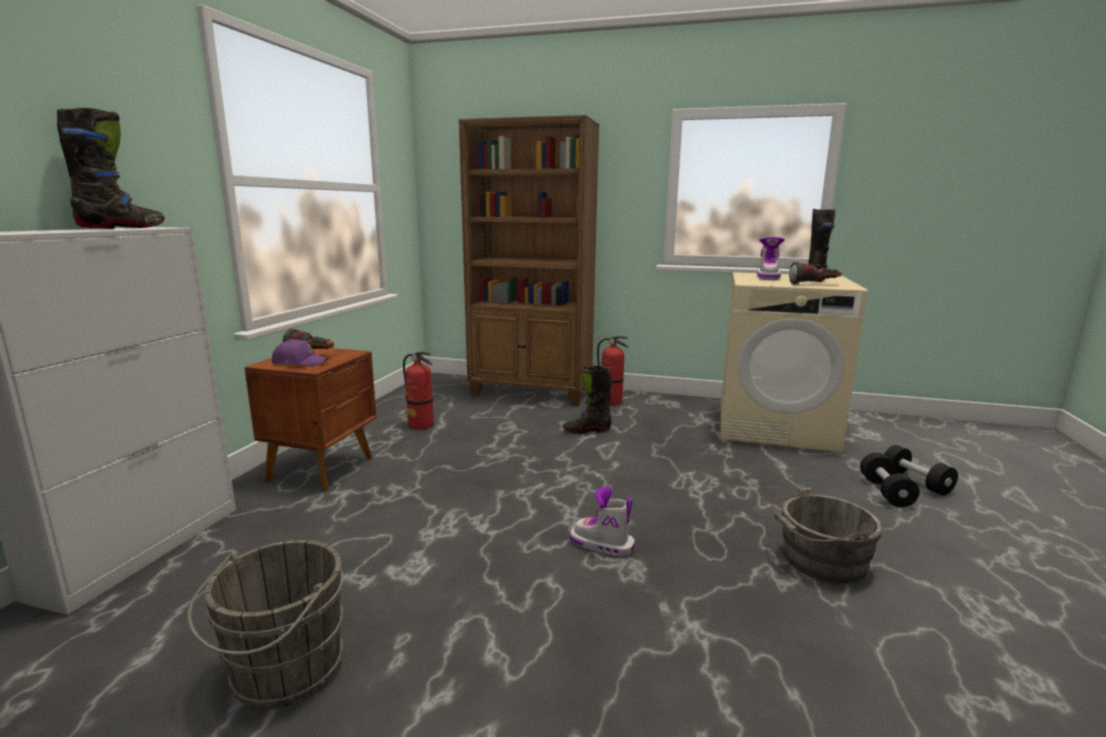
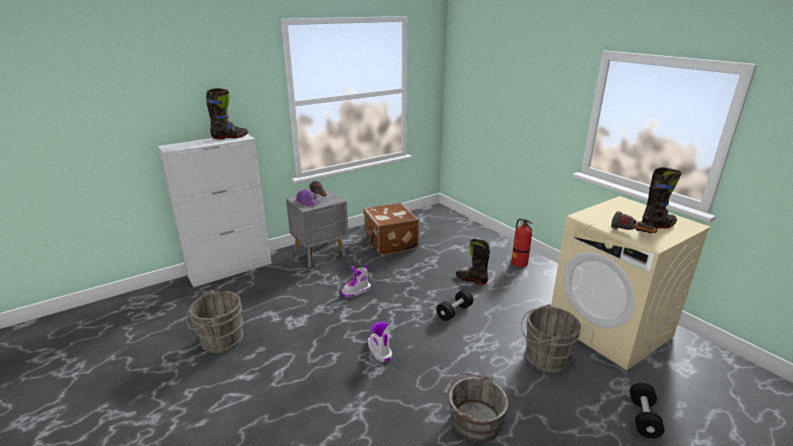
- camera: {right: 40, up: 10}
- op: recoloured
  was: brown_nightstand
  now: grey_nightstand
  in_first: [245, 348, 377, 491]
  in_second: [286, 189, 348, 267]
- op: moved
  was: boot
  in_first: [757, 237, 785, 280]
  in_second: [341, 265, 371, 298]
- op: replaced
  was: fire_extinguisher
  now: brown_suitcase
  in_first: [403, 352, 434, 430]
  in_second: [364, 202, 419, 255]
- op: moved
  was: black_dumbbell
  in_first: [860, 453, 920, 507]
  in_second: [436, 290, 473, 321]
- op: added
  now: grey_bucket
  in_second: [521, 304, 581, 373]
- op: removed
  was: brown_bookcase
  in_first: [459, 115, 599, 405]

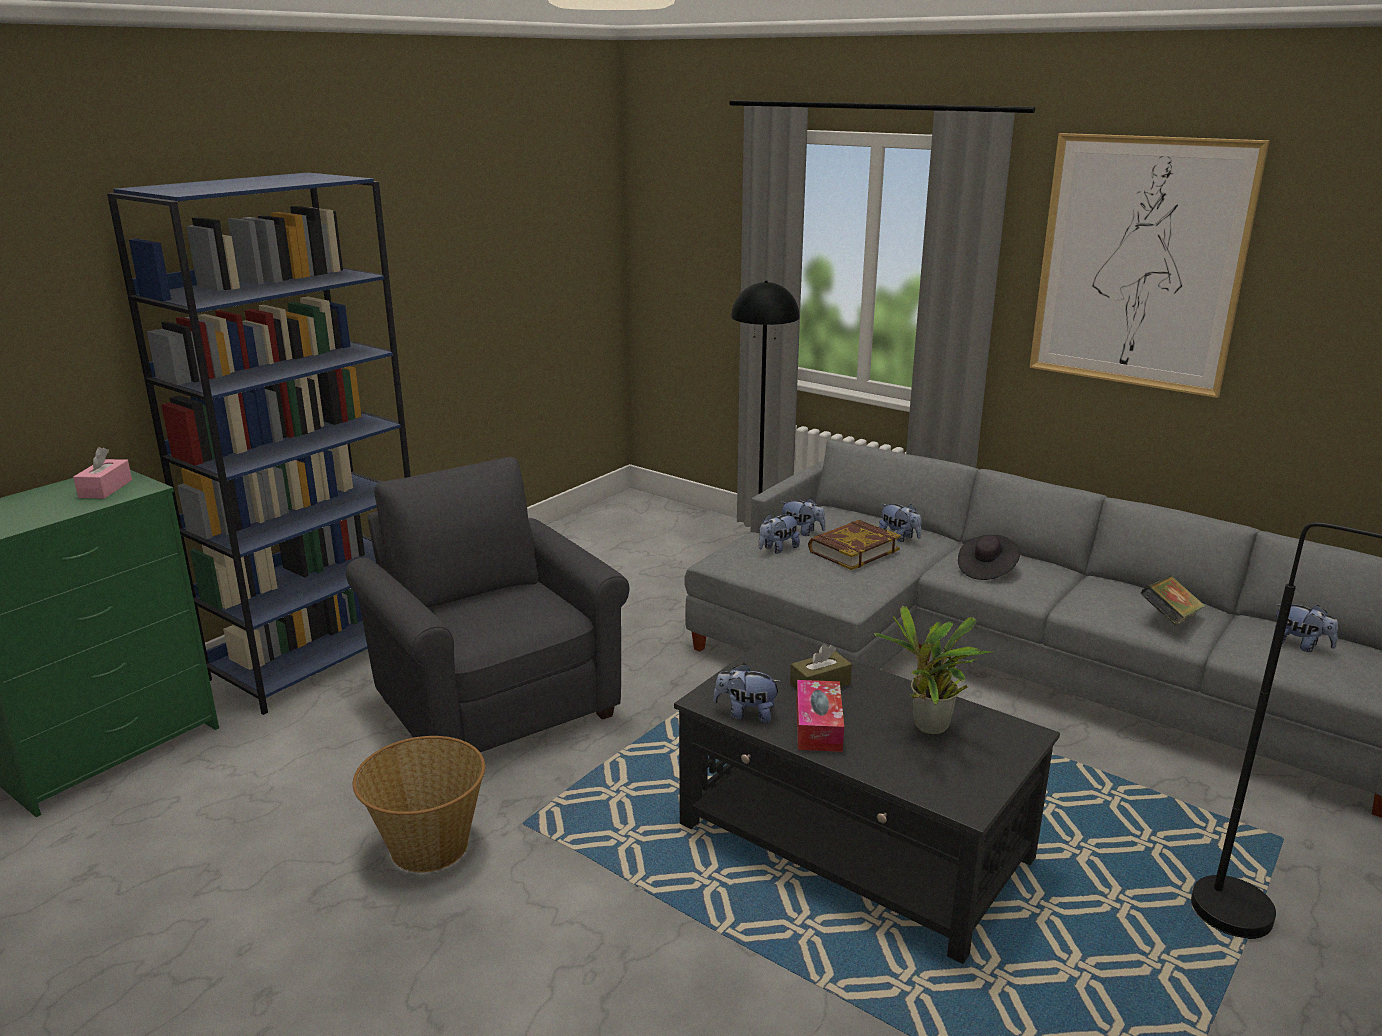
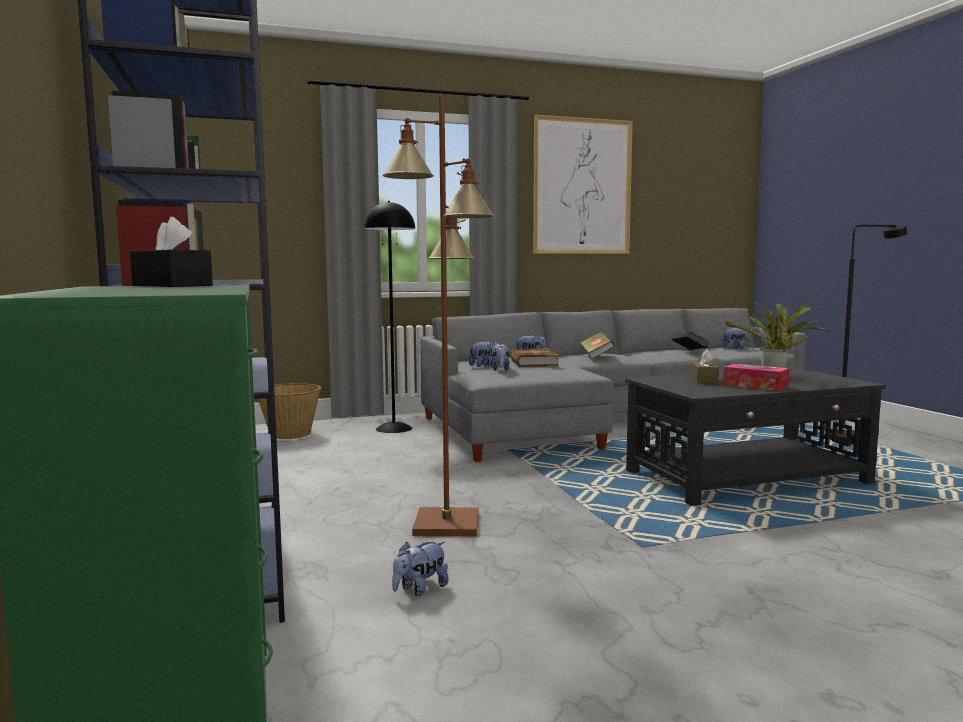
- camera: {right: -55, up: -15}
- op: recoloured
  was: pink_tissue_box
  now: black_tissue_box
  in_first: [73, 447, 132, 499]
  in_second: [130, 217, 213, 287]
- op: moved
  was: basket
  in_first: [353, 736, 485, 873]
  in_second: [258, 383, 321, 439]
- op: replaced
  was: grey_armchair
  now: brown_floor_lamp
  in_first: [346, 457, 629, 752]
  in_second: [383, 95, 494, 536]
- op: moved
  was: plush_toy
  in_first: [713, 663, 782, 723]
  in_second: [392, 541, 449, 596]
- op: replaced
  was: black_hat
  now: book
  in_first: [958, 535, 1020, 580]
  in_second: [580, 332, 614, 359]

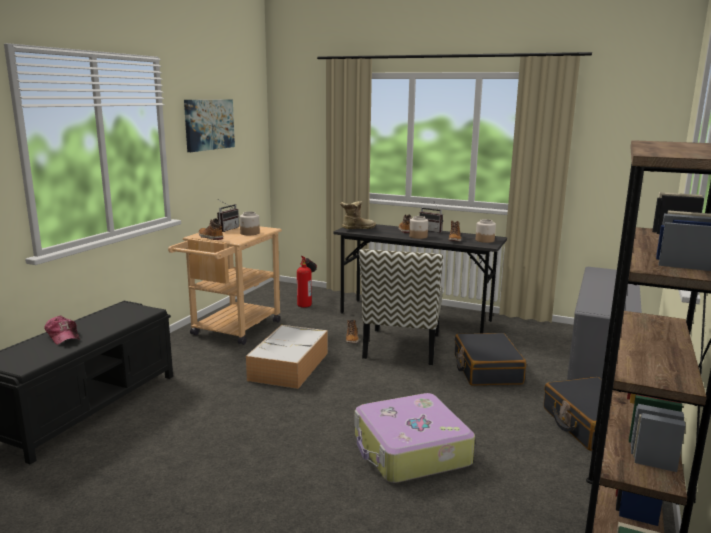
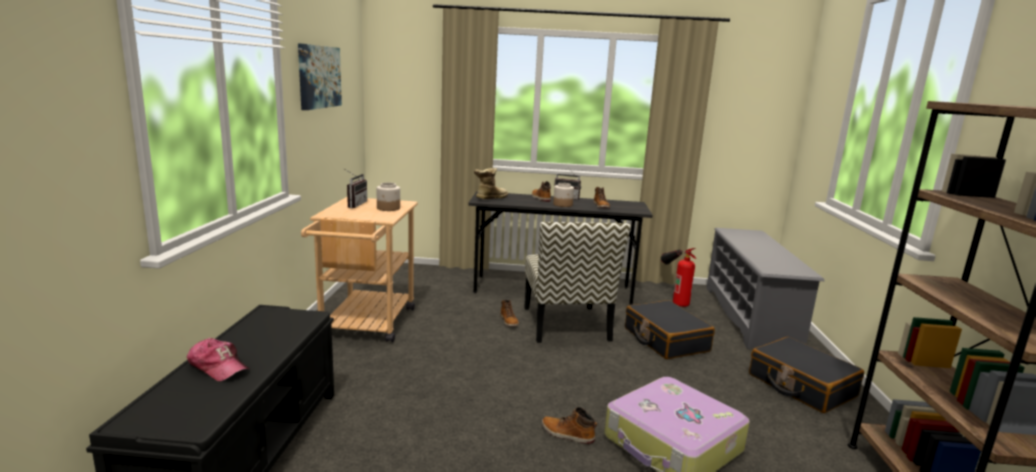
- camera: {right: -20, up: 0}
- op: moved
  was: boot
  in_first: [199, 218, 223, 240]
  in_second: [542, 407, 597, 444]
- op: moved
  was: fire_extinguisher
  in_first: [297, 256, 317, 308]
  in_second: [661, 248, 696, 307]
- op: removed
  was: storage_box
  in_first: [246, 325, 328, 389]
- op: removed
  was: jar
  in_first: [476, 219, 496, 243]

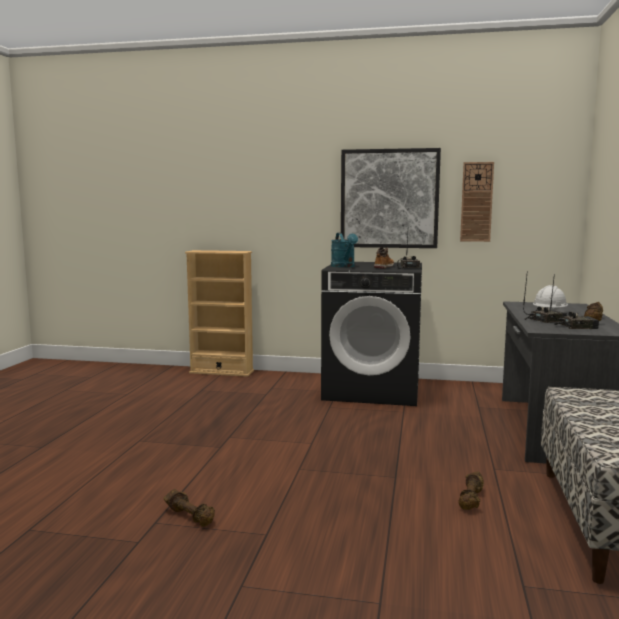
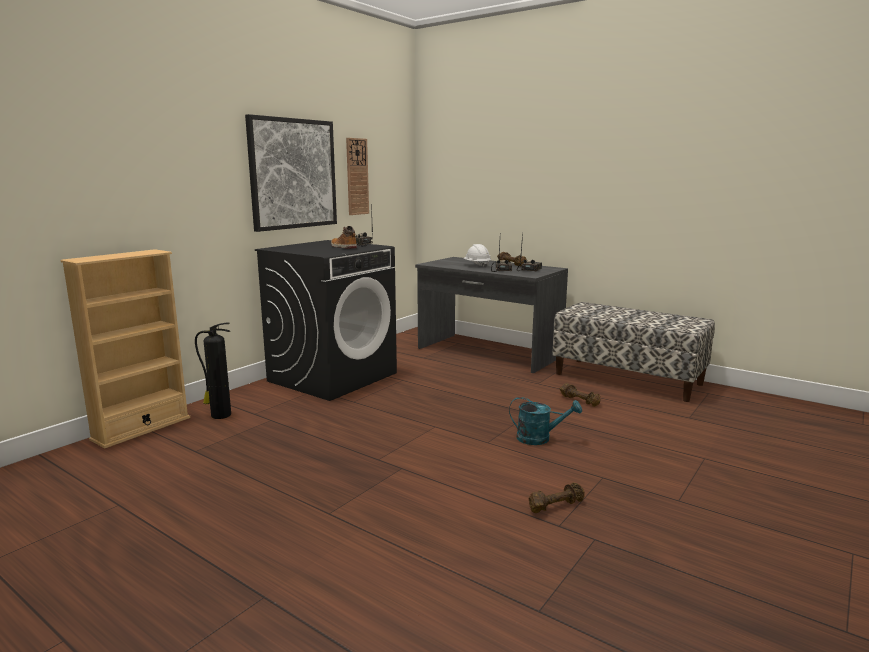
- camera: {right: -65, up: 5}
- op: added
  now: fire_extinguisher
  in_second: [195, 323, 231, 419]
- op: moved
  was: turquoise_watering_can
  in_first: [331, 233, 358, 267]
  in_second: [509, 397, 582, 445]

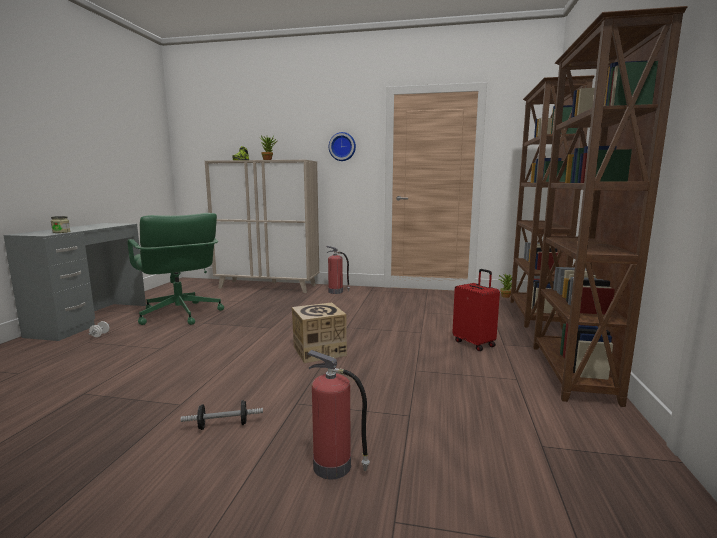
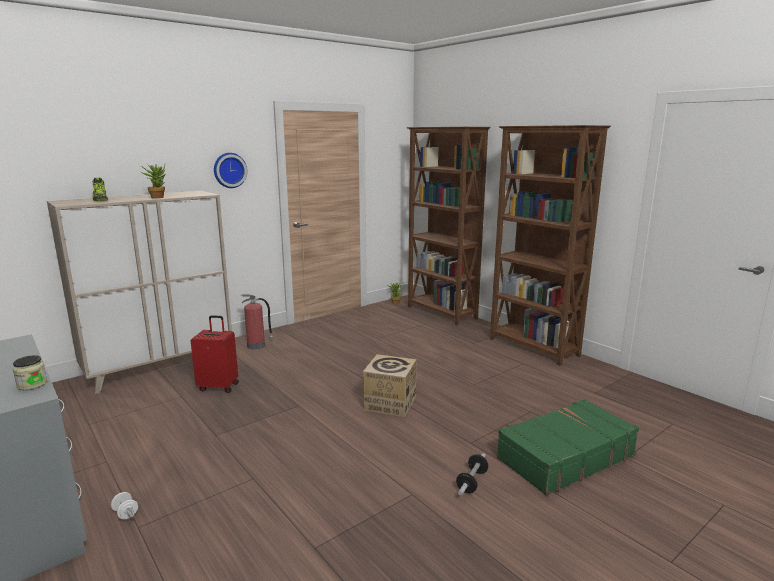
- camera: {right: -50, up: 5}
- op: moved
  was: red_suitcase
  in_first: [452, 269, 500, 351]
  in_second: [191, 315, 239, 393]
- op: replaced
  was: fire_extinguisher
  now: green_suitcase
  in_first: [307, 350, 370, 479]
  in_second: [497, 399, 639, 496]
- op: removed
  was: green_office_chair
  in_first: [127, 213, 224, 325]

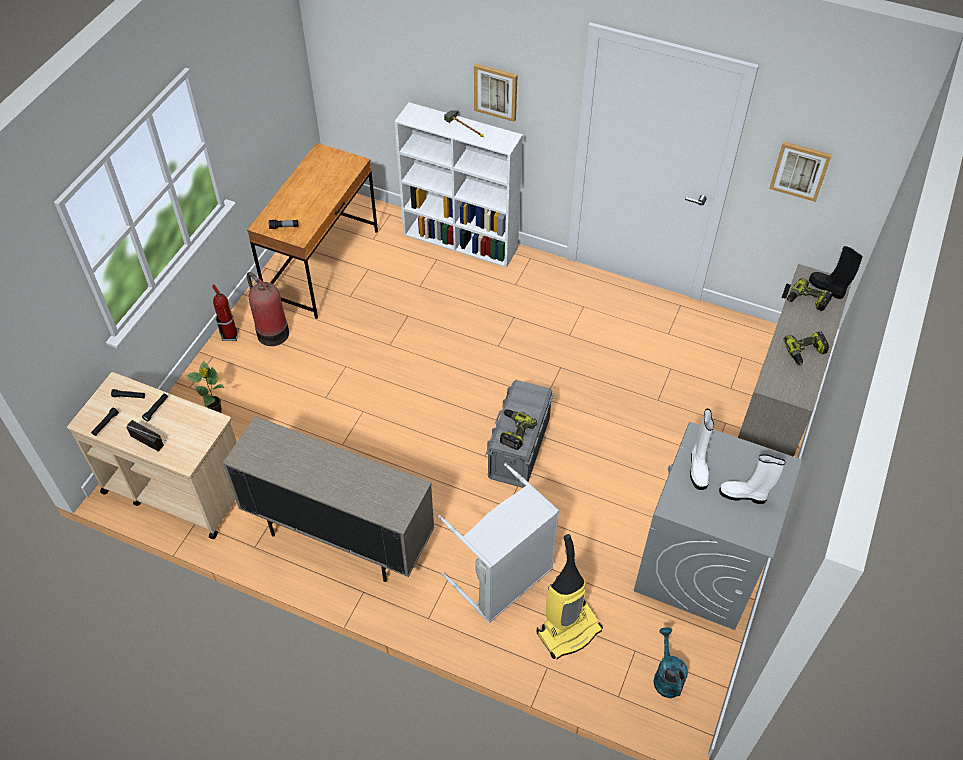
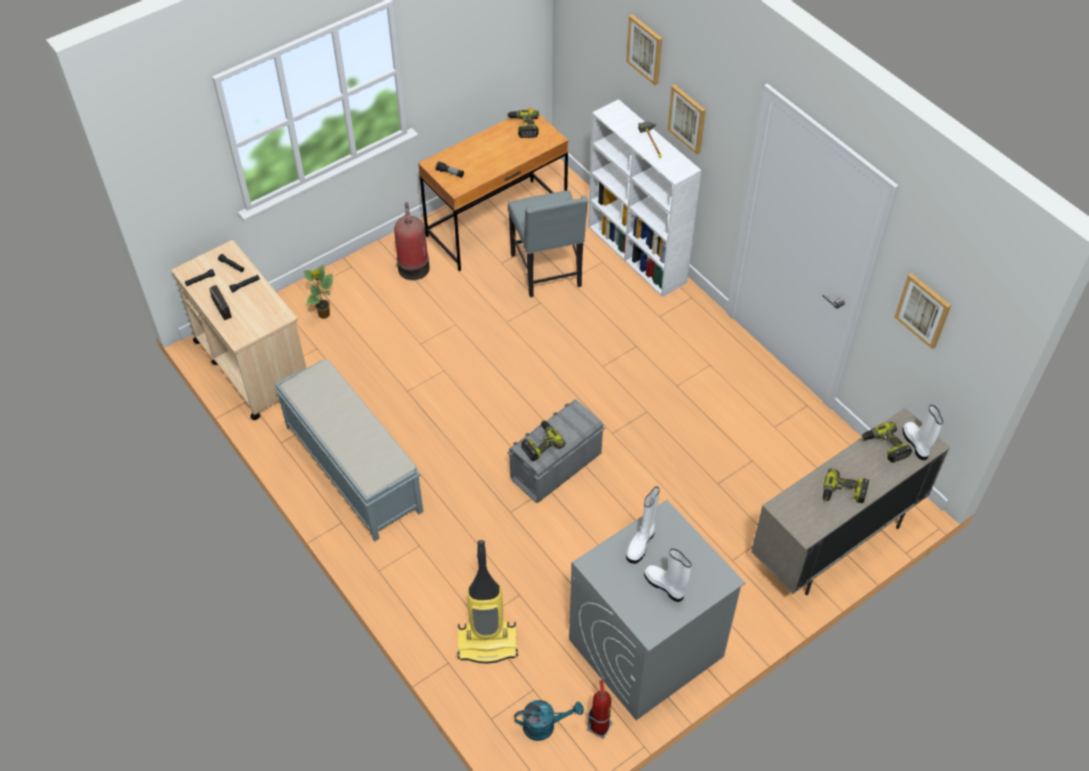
- camera: {right: 30, up: 0}
- op: replaced
  was: beige_cabinet
  now: grey_bench
  in_first: [223, 416, 435, 582]
  in_second: [274, 359, 424, 542]
- op: added
  now: power_drill
  in_second: [507, 110, 539, 138]
- op: added
  now: grey_chair
  in_second: [508, 190, 588, 297]
- op: turned
  was: turquoise_watering_can
  in_first: [653, 628, 688, 698]
  in_second: [514, 700, 584, 741]
  clockwise: 60
- op: moved
  was: fire_extinguisher
  in_first: [212, 284, 239, 341]
  in_second: [587, 680, 612, 738]
- op: added
  now: picture
  in_second: [626, 14, 662, 85]
- op: recoloured
  was: black_boot
  now: white_boot
  in_first: [809, 246, 863, 299]
  in_second: [902, 405, 943, 460]
- op: removed
  was: grey_laundry_basket
  in_first: [438, 463, 560, 623]

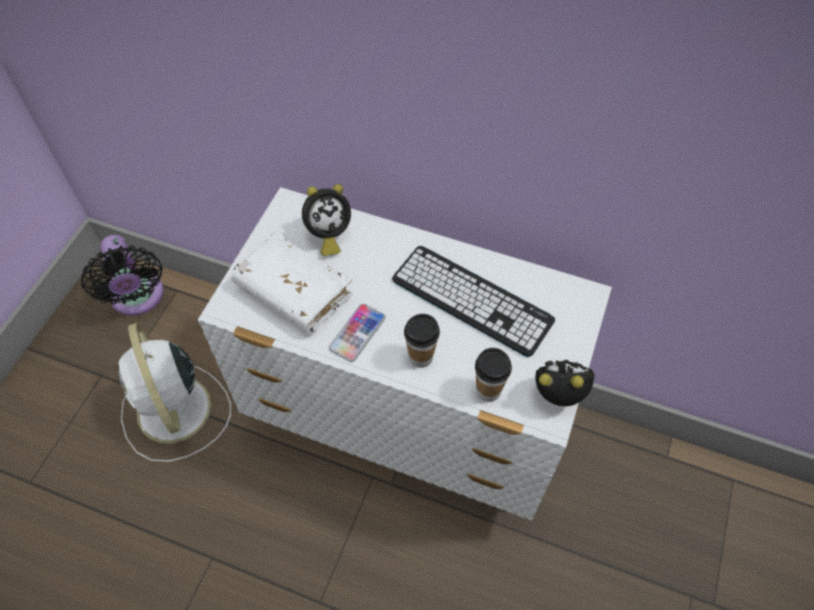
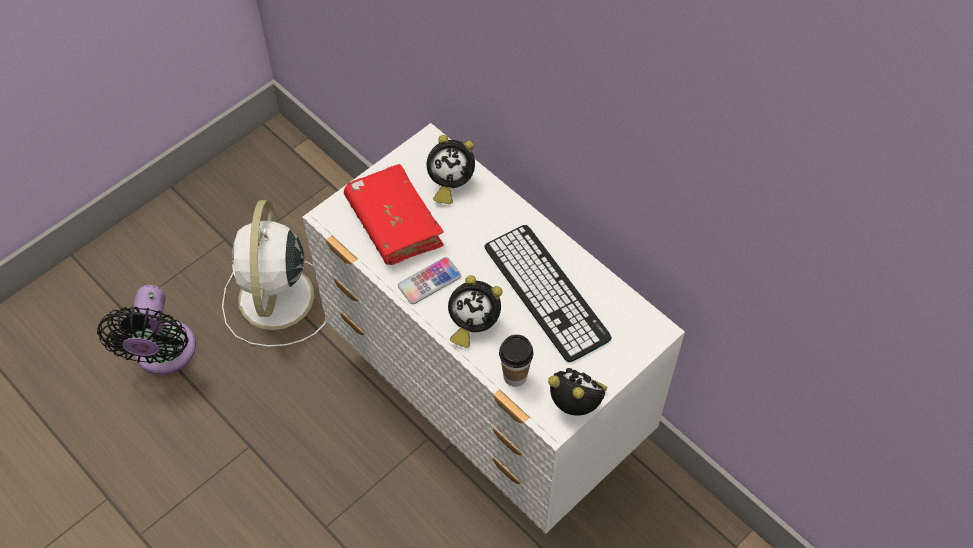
- camera: {right: 25, up: 0}
- op: moved
  was: black_fan
  in_first: [81, 235, 164, 316]
  in_second: [97, 285, 196, 375]
- op: recoloured
  was: white_book
  now: red_book
  in_first: [231, 232, 353, 333]
  in_second: [344, 164, 444, 265]
- op: replaced
  was: cup
  now: alarm_clock
  in_first: [404, 314, 440, 368]
  in_second: [448, 275, 503, 348]

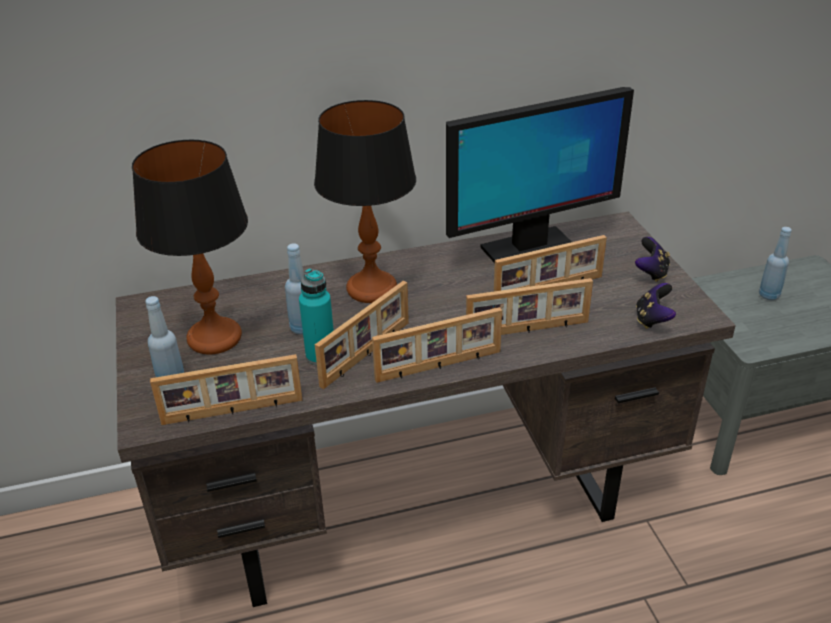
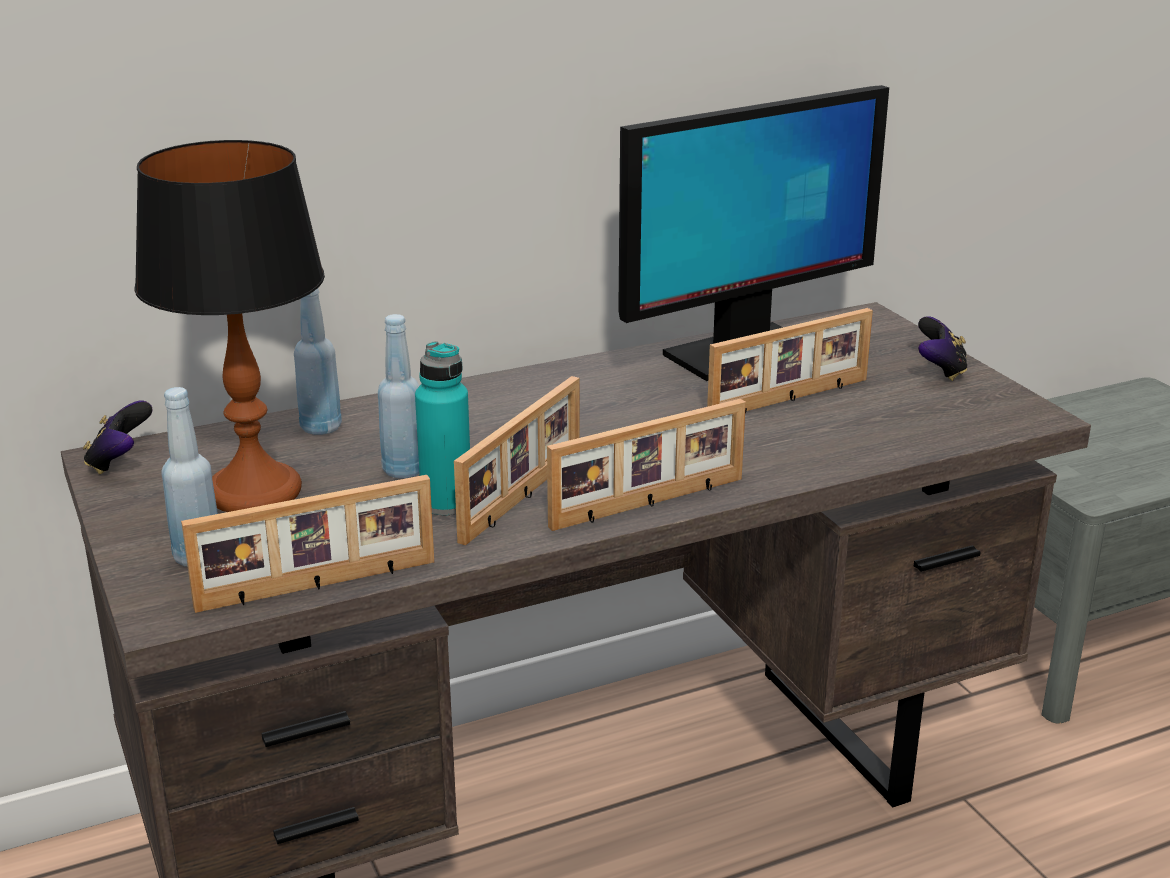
- camera: {right: -10, up: -10}
- op: moved
  was: game_controller
  in_first: [636, 283, 676, 329]
  in_second: [83, 400, 153, 475]
- op: moved
  was: blue_bottle
  in_first: [759, 227, 792, 300]
  in_second: [294, 288, 342, 435]
- op: removed
  was: table_lamp
  in_first: [314, 100, 416, 303]
- op: removed
  was: picture_frame
  in_first: [466, 278, 593, 335]

